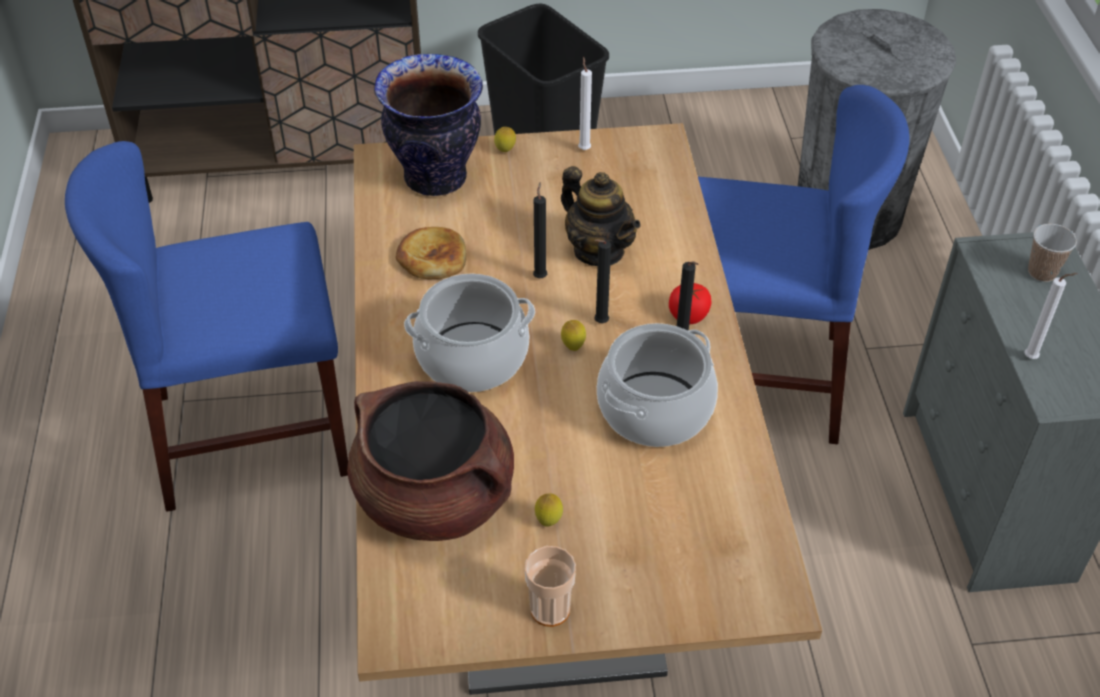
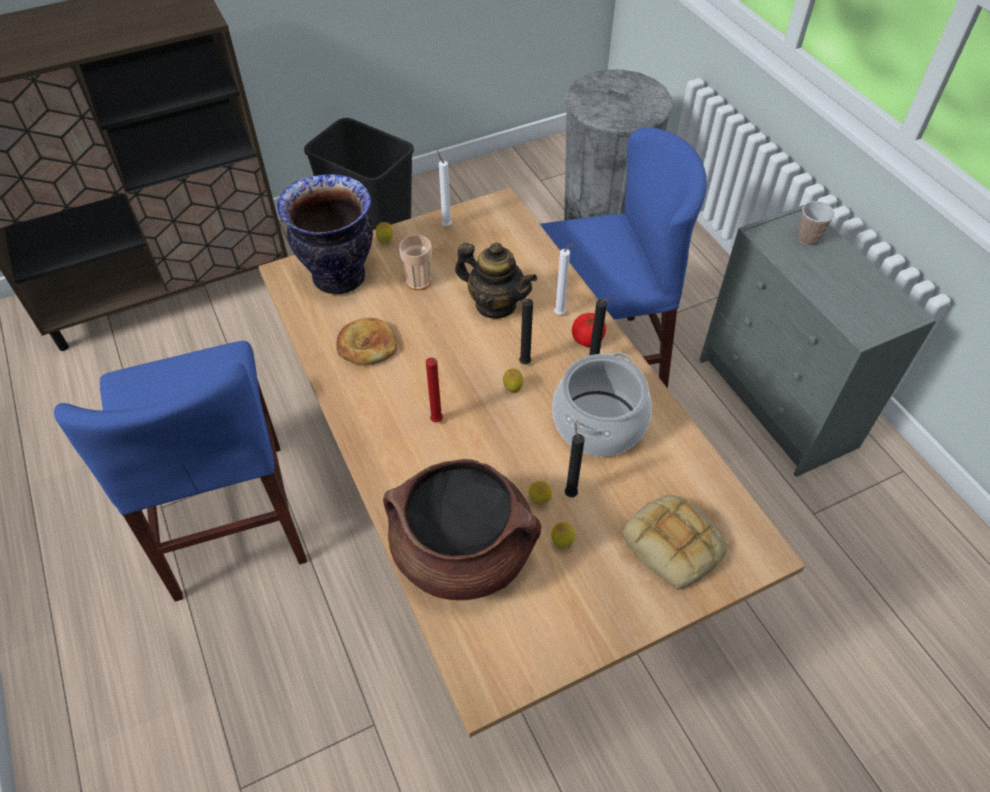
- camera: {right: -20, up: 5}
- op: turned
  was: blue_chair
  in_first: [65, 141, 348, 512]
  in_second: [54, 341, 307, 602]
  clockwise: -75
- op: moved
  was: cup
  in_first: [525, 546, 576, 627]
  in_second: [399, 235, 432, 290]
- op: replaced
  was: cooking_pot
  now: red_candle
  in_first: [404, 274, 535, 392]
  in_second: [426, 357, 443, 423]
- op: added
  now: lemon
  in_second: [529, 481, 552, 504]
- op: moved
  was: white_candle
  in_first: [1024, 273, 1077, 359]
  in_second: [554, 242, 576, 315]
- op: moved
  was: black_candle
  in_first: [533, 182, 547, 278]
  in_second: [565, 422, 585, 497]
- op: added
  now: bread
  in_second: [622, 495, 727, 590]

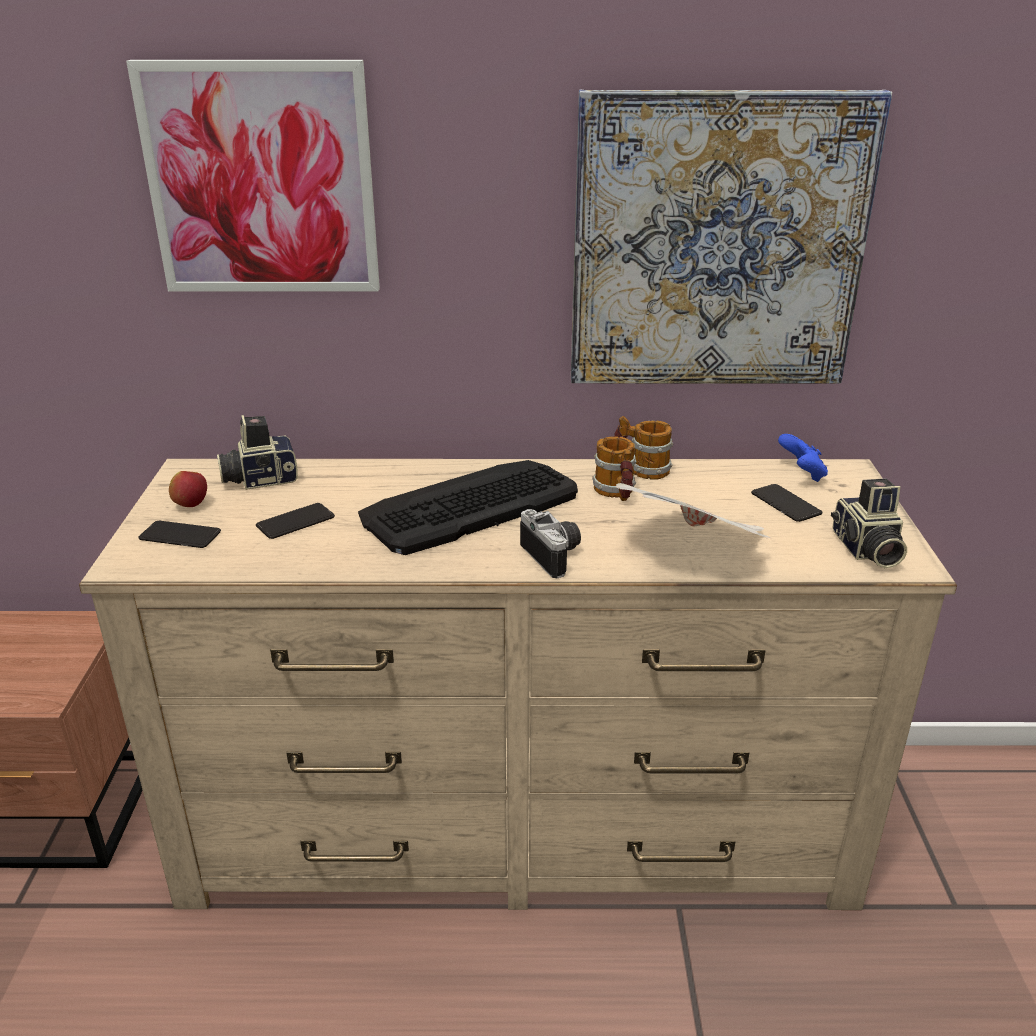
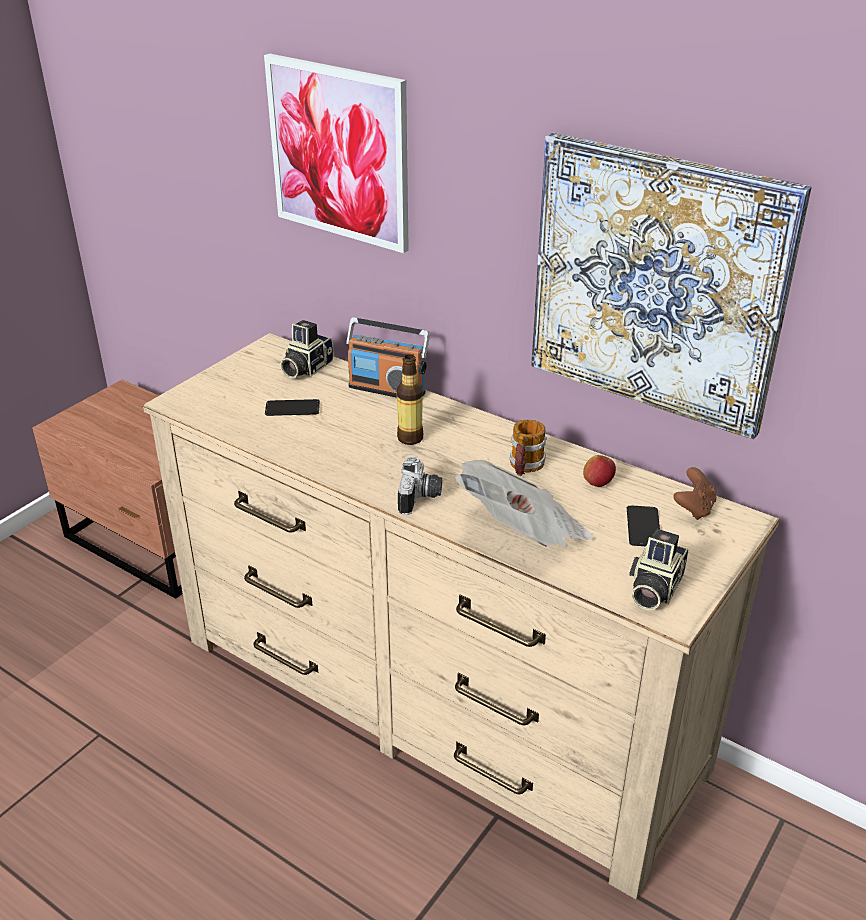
- camera: {right: 35, up: 5}
- op: turned
  was: photo_camera
  in_first: [217, 415, 298, 490]
  in_second: [280, 320, 333, 378]
  clockwise: -75
- op: added
  now: radio
  in_second: [346, 317, 430, 398]
- op: replaced
  was: keyboard
  now: bottle
  in_first: [358, 460, 578, 555]
  in_second: [397, 354, 423, 445]
- op: moved
  was: apple
  in_first: [169, 471, 207, 507]
  in_second: [583, 455, 616, 487]
- op: recoloured
  was: blue_game_controller
  now: brown_game_controller
  in_first: [778, 434, 828, 482]
  in_second: [674, 467, 717, 520]
- op: removed
  was: phone
  in_first: [138, 521, 221, 548]
- op: removed
  was: mug
  in_first: [614, 416, 673, 480]

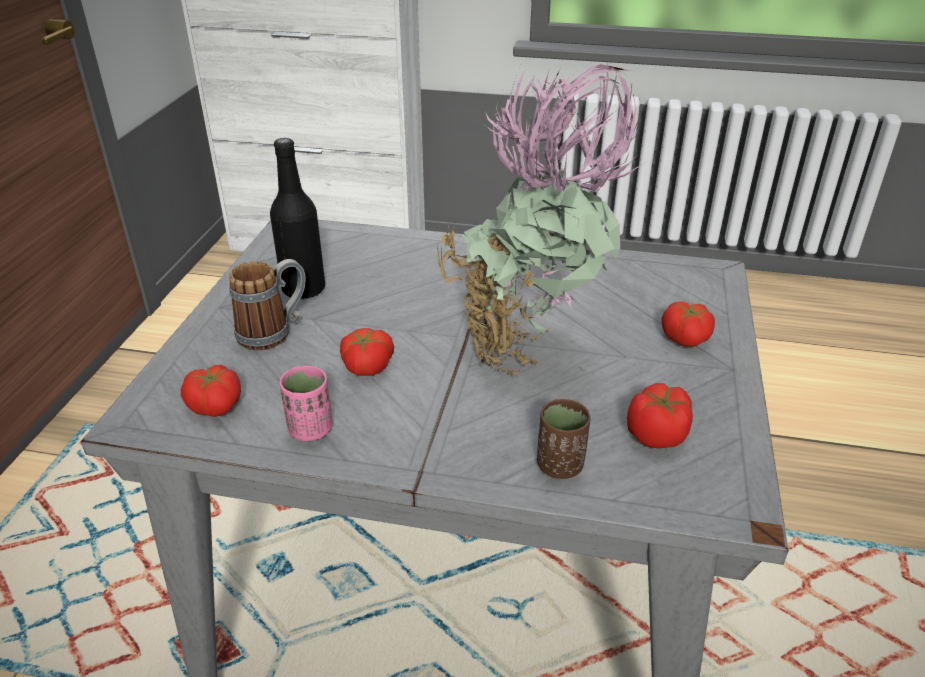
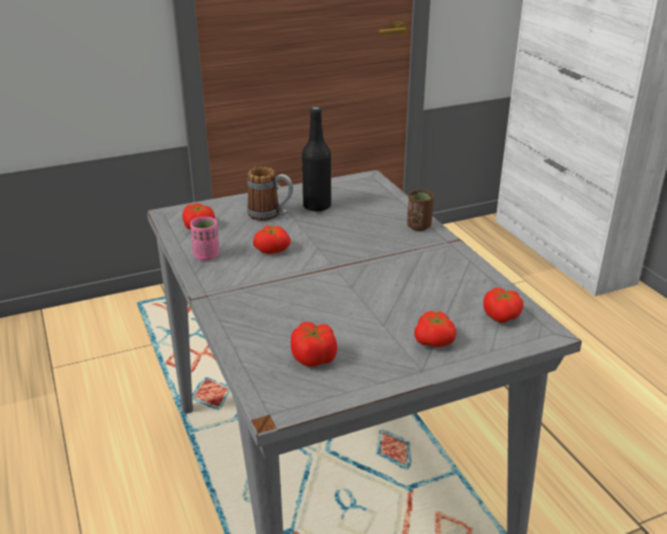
- camera: {right: 55, up: -5}
- op: moved
  was: brown_cup
  in_first: [537, 399, 590, 479]
  in_second: [407, 190, 434, 231]
- op: added
  now: tomato
  in_second: [483, 288, 524, 322]
- op: removed
  was: potted_plant
  in_first: [436, 64, 644, 375]

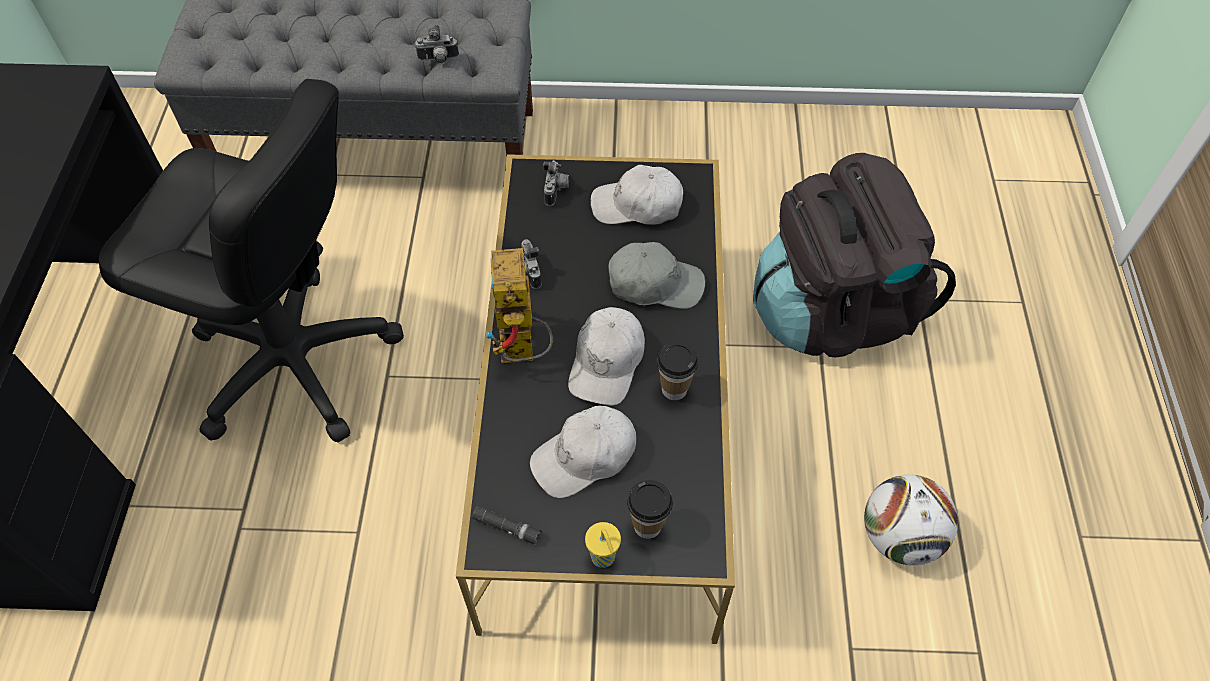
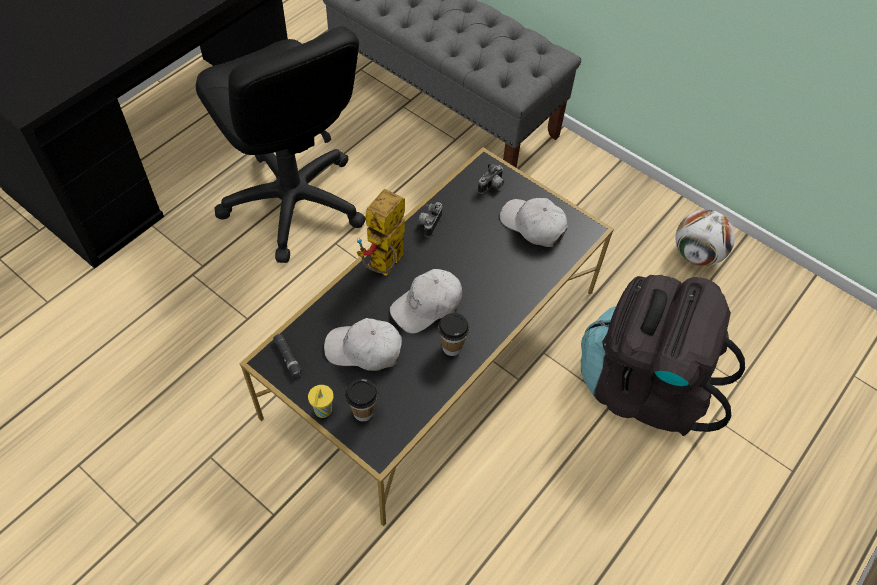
- camera: {right: 35, up: 0}
- op: moved
  was: football
  in_first: [864, 474, 958, 565]
  in_second: [676, 210, 735, 266]
- op: removed
  was: photo_camera
  in_first: [415, 25, 459, 64]
- op: removed
  was: grey_cap
  in_first: [608, 242, 705, 309]

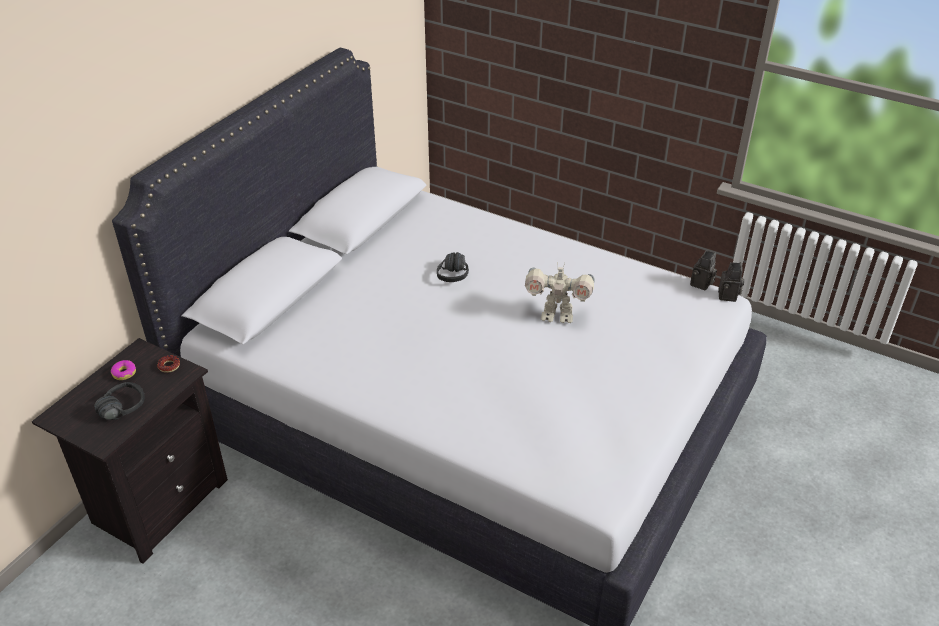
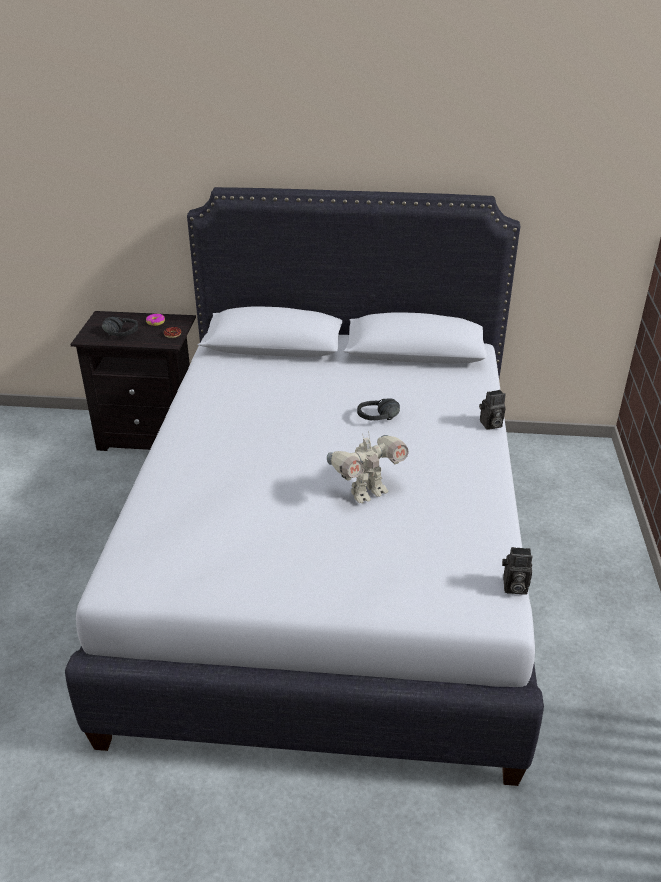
- camera: {right: 65, up: -5}
- op: turned
  was: toy_robot
  in_first: [525, 262, 595, 323]
  in_second: [327, 431, 409, 503]
  clockwise: -105
- op: moved
  was: photo_camera
  in_first: [718, 262, 744, 302]
  in_second: [479, 390, 506, 430]

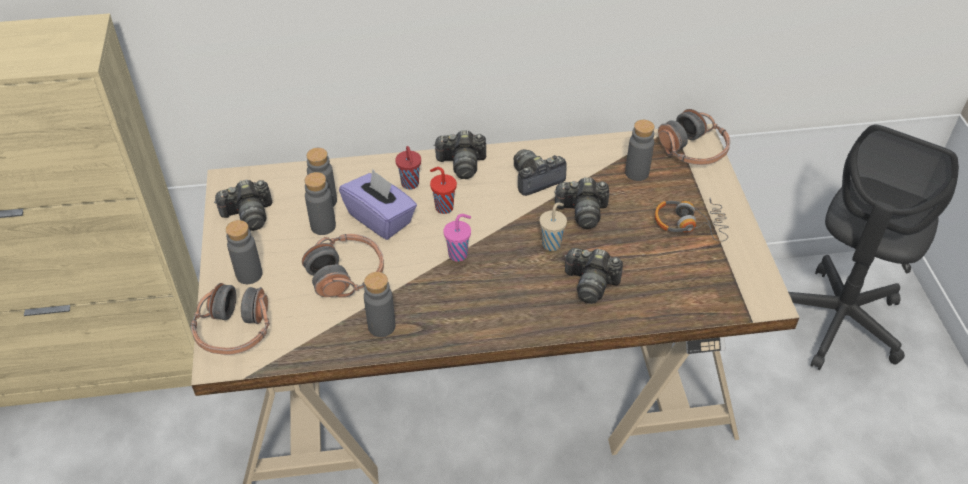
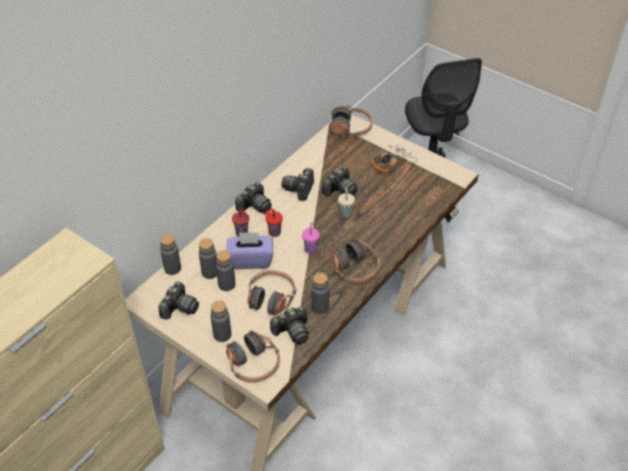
- camera: {right: -45, up: 0}
- op: moved
  was: grey_bottle
  in_first: [625, 120, 655, 181]
  in_second: [160, 234, 181, 275]
- op: moved
  was: photo_camera
  in_first: [564, 248, 623, 304]
  in_second: [270, 307, 309, 344]
- op: added
  now: headphones
  in_second: [330, 239, 380, 283]

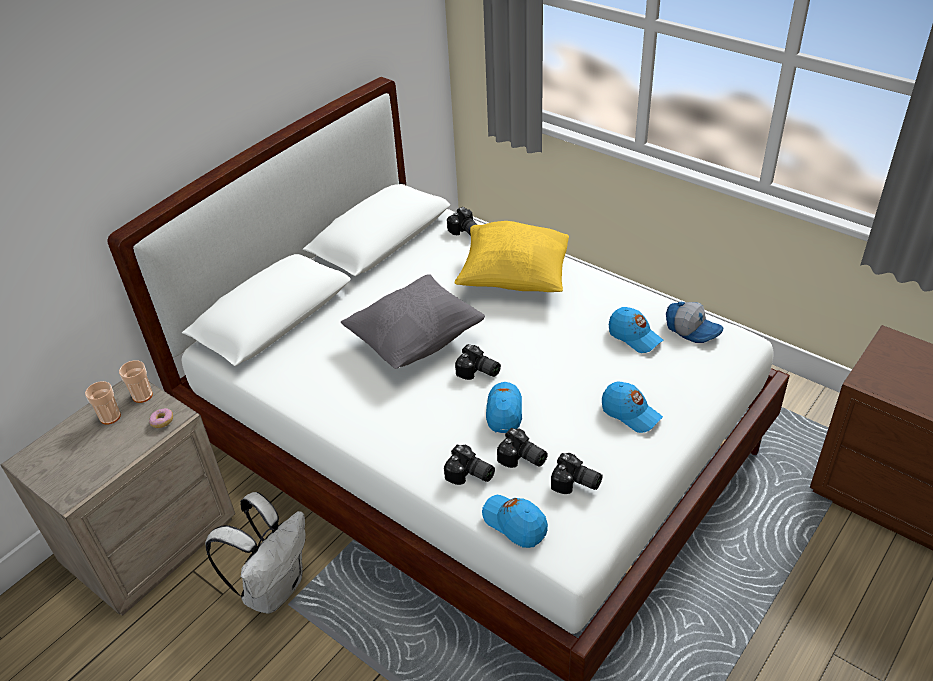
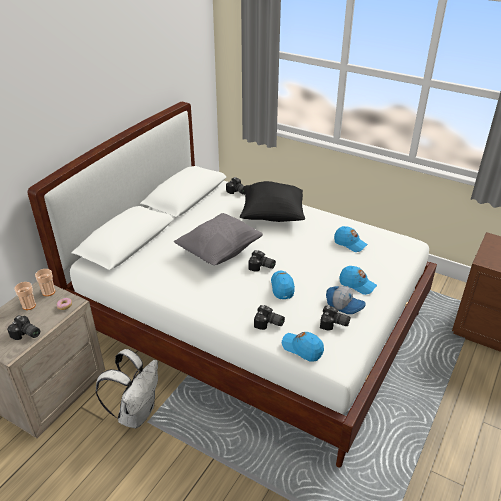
- camera: {right: -10, up: -5}
- op: moved
  was: photo_camera
  in_first: [497, 428, 548, 468]
  in_second: [7, 315, 40, 340]
- op: recoloured
  was: yellow_pillow
  now: black_pillow
  in_first: [455, 221, 569, 292]
  in_second: [240, 181, 305, 222]
- op: moved
  was: cap
  in_first: [666, 302, 723, 343]
  in_second: [326, 286, 366, 314]

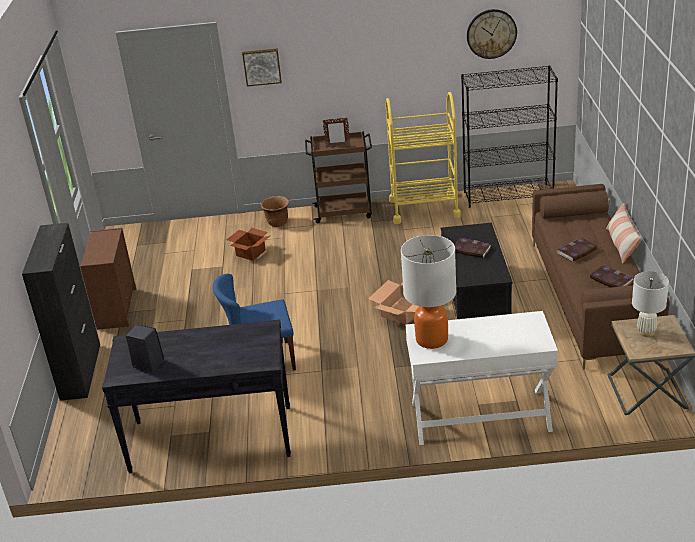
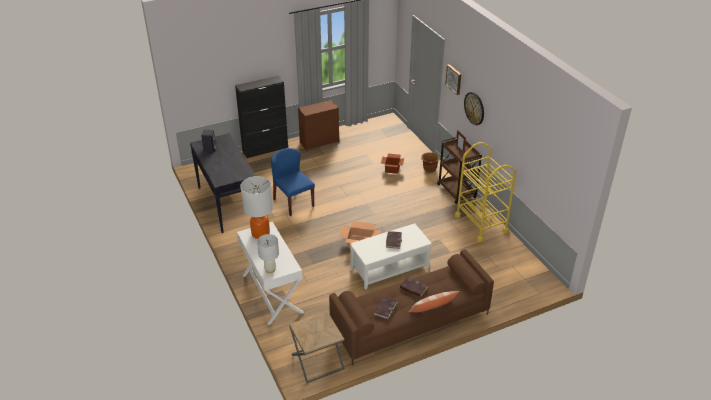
- camera: {right: 65, up: 5}
- op: moved
  was: white_table_lamp
  in_first: [632, 271, 669, 337]
  in_second: [257, 234, 279, 273]
- op: recoloured
  was: black_coffee_table
  now: white_coffee_table
  in_first: [441, 223, 512, 319]
  in_second: [350, 223, 432, 289]
- op: moved
  was: wall_clock
  in_first: [467, 9, 517, 59]
  in_second: [464, 92, 484, 125]
- op: removed
  was: black_bookcase
  in_first: [461, 65, 558, 208]

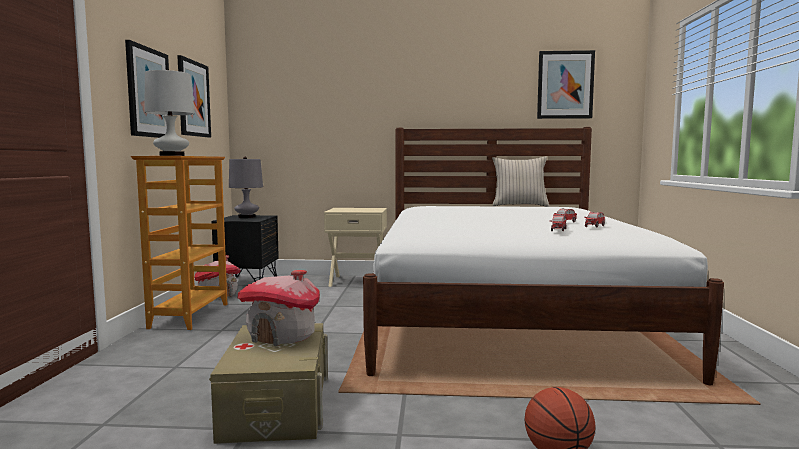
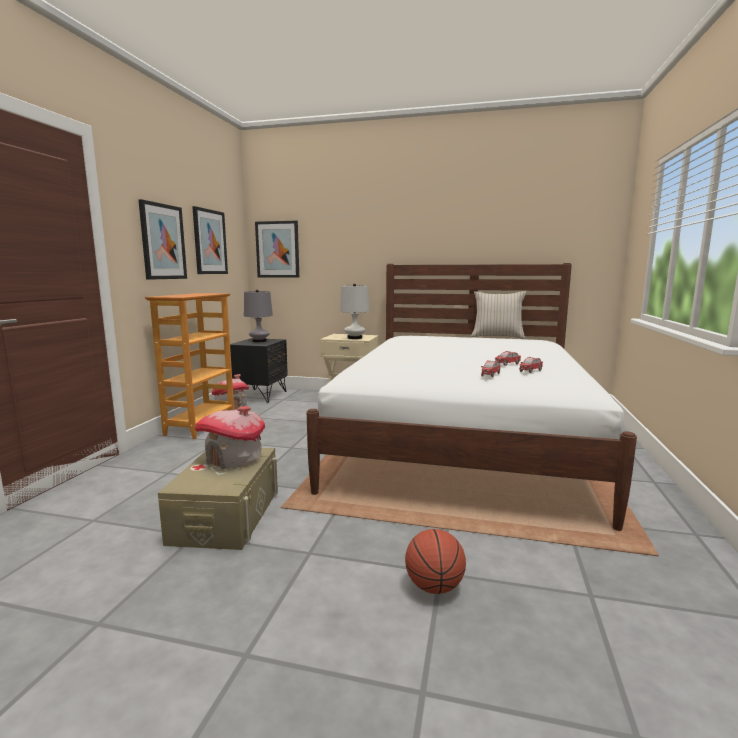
- camera: {right: 10, up: 5}
- op: moved
  was: picture
  in_first: [537, 50, 595, 119]
  in_second: [255, 221, 299, 278]
- op: moved
  was: white_table_lamp
  in_first: [144, 70, 195, 156]
  in_second: [340, 284, 370, 339]

